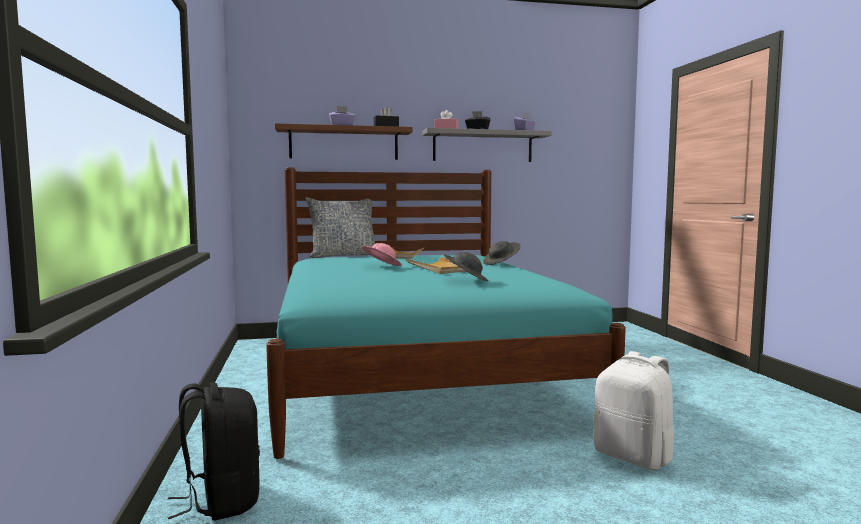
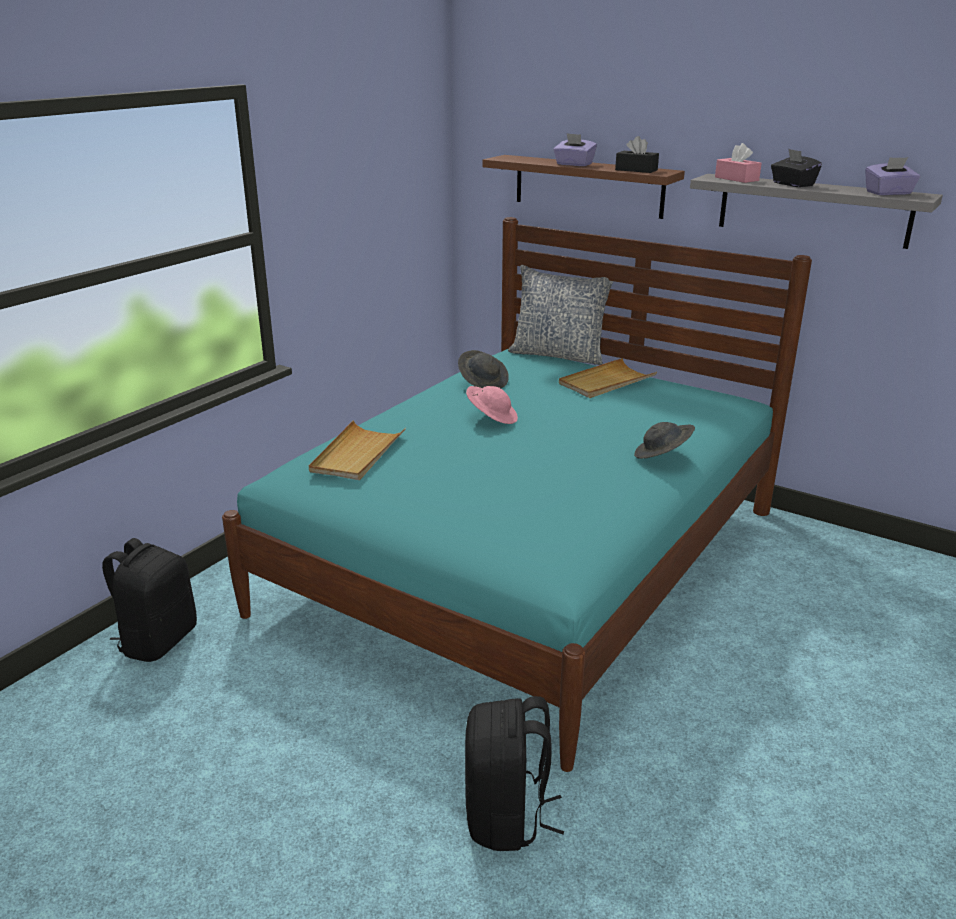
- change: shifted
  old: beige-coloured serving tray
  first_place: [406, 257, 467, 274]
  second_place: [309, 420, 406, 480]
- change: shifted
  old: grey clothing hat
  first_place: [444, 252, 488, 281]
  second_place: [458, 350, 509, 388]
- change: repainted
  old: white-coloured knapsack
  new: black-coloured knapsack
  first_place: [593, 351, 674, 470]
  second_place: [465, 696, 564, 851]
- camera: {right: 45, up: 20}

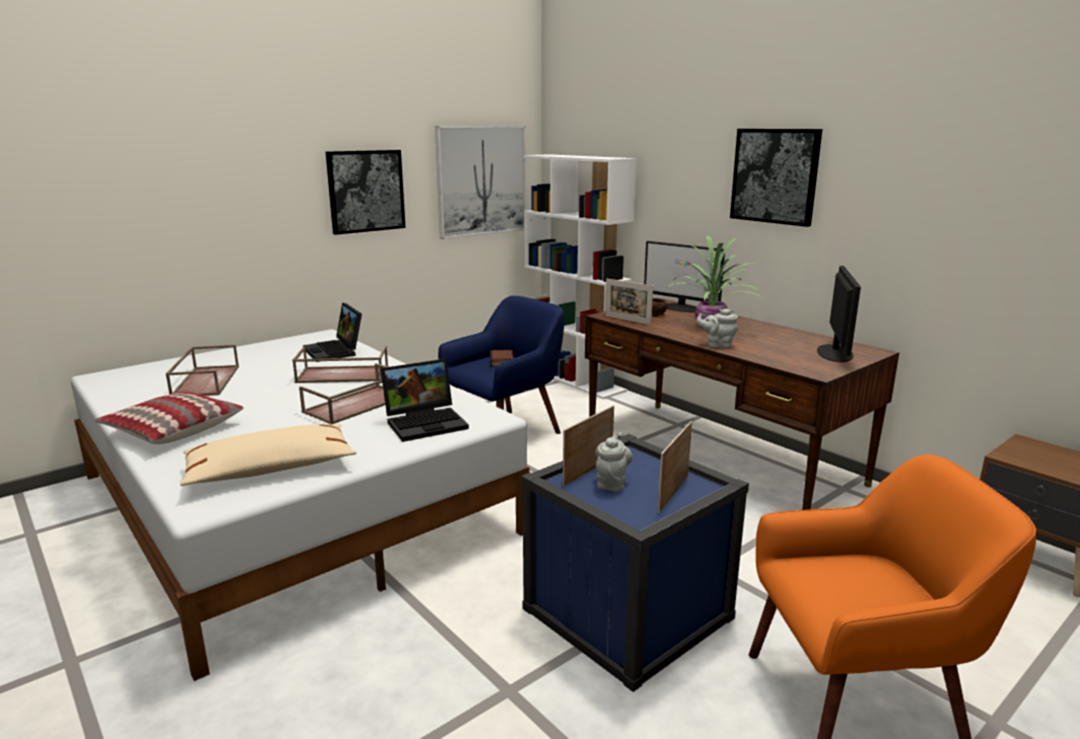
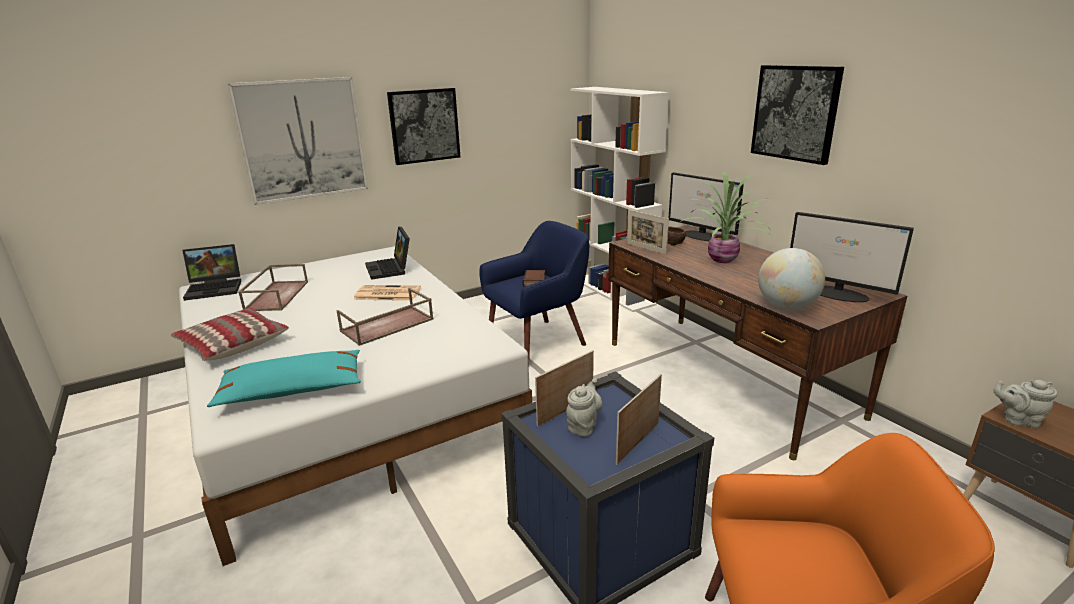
- change: new
  new: desk globe
  second_place: [758, 248, 825, 310]
- change: shifted
  old: laptop
  first_place: [380, 359, 469, 442]
  second_place: [182, 244, 242, 301]
- change: shifted
  old: picture
  first_place: [435, 126, 526, 239]
  second_place: [228, 77, 368, 205]
- change: shifted
  old: grey pot for tea
  first_place: [696, 309, 738, 348]
  second_place: [993, 380, 1057, 428]
- change: swapped
  old: brownish serving tray
  new: newspaper
  first_place: [292, 345, 388, 383]
  second_place: [353, 285, 421, 301]
- change: repainted
  old: beige-coloured throw pillow
  new: turquoise throw pillow
  first_place: [180, 424, 357, 486]
  second_place: [207, 350, 361, 407]
- change: rotated
  old: computer display
  first_place: [817, 266, 861, 362]
  second_place: [790, 212, 914, 302]
  degrees: 105
- camera: {right: 10, up: 5}

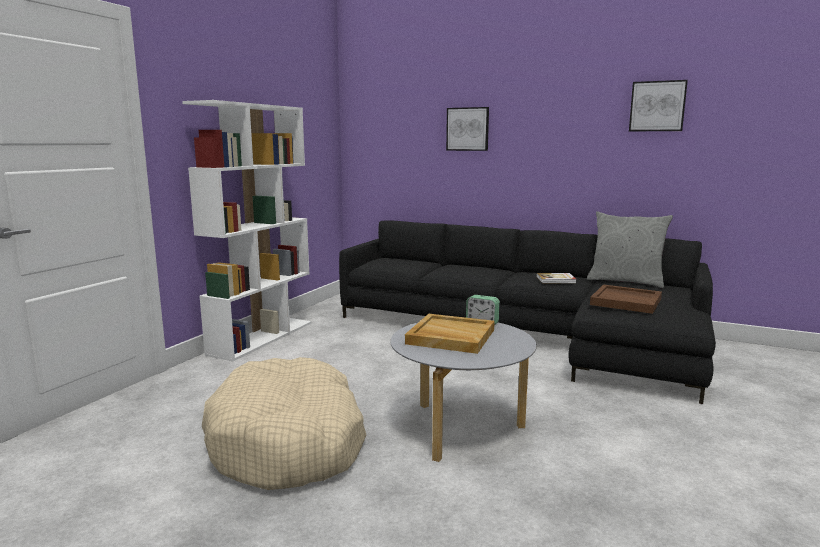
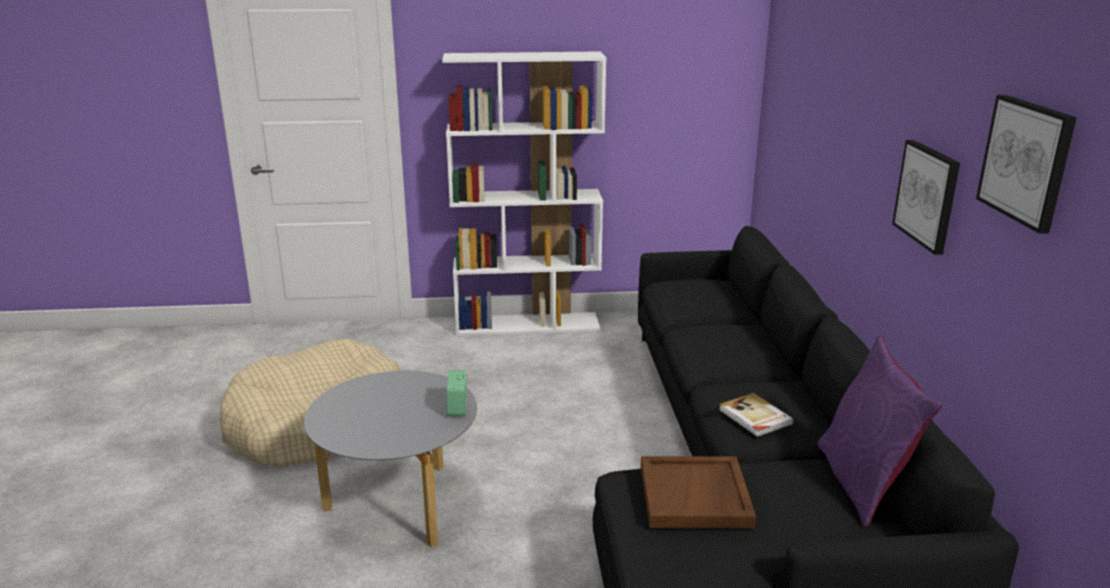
- change: gone
  old: beige-coloured serving tray
  first_place: [405, 314, 495, 354]
- change: shifted
  old: picture
  first_place: [446, 107, 489, 151]
  second_place: [892, 140, 960, 255]
- change: repainted
  old: grey throw pillow
  new: purple throw pillow
  first_place: [587, 211, 673, 288]
  second_place: [817, 335, 942, 527]
- camera: {right: 60, up: 10}

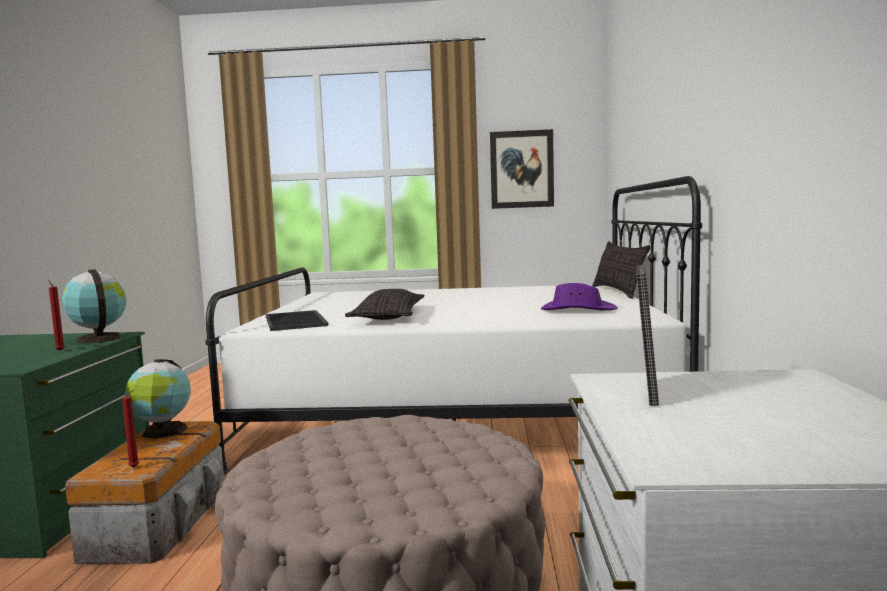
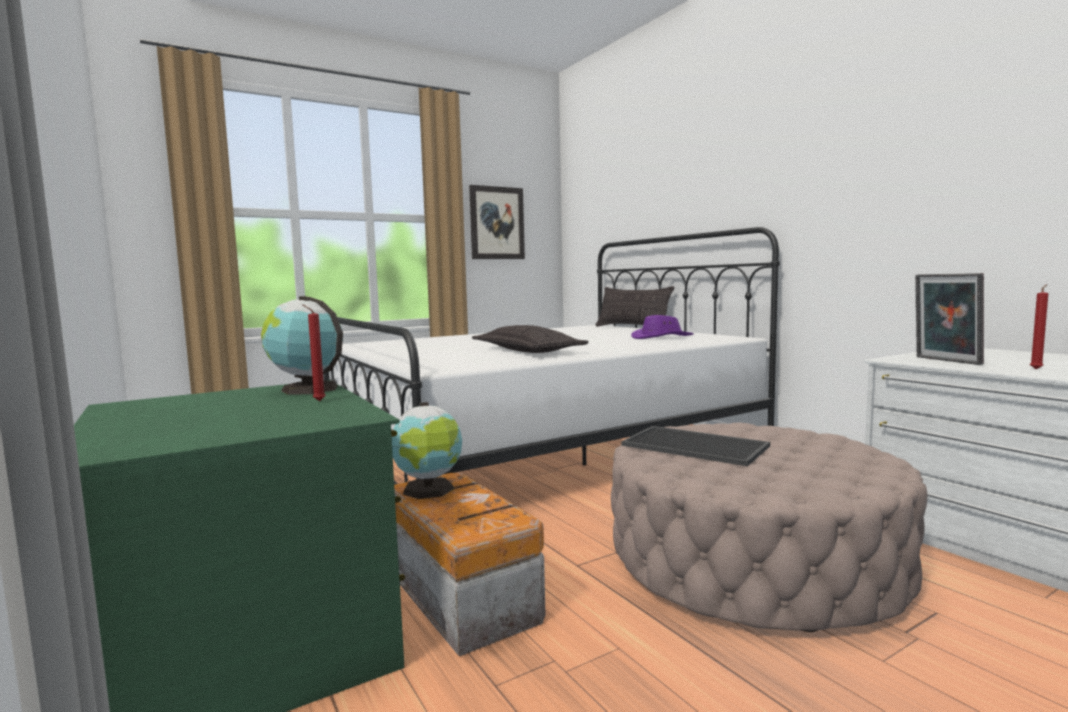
- change: shifted
  old: red candle
  first_place: [122, 390, 139, 467]
  second_place: [1030, 284, 1048, 369]
- change: shifted
  old: serving tray
  first_place: [266, 310, 328, 331]
  second_place: [621, 426, 770, 466]
- camera: {right: -35, up: 0}

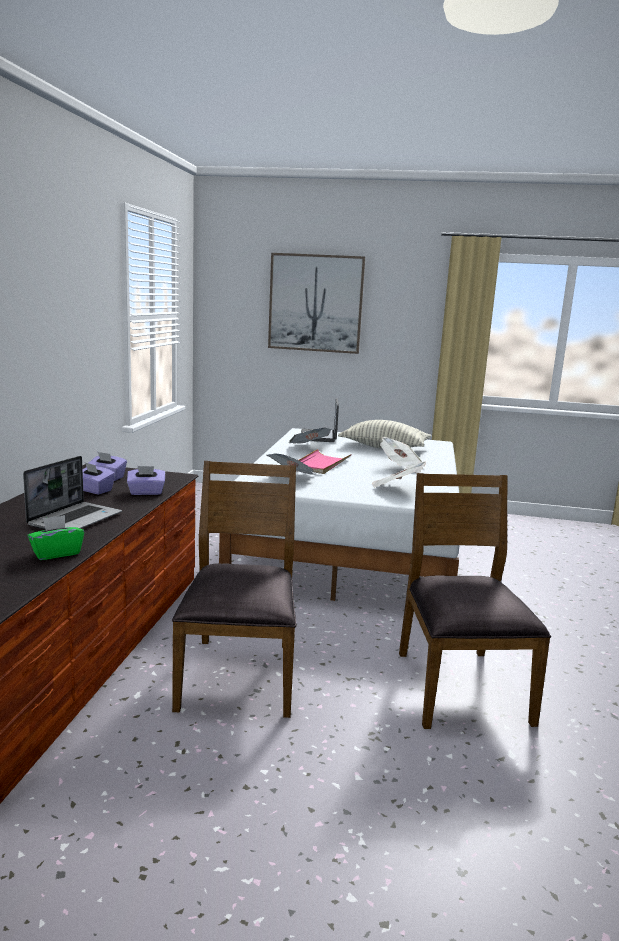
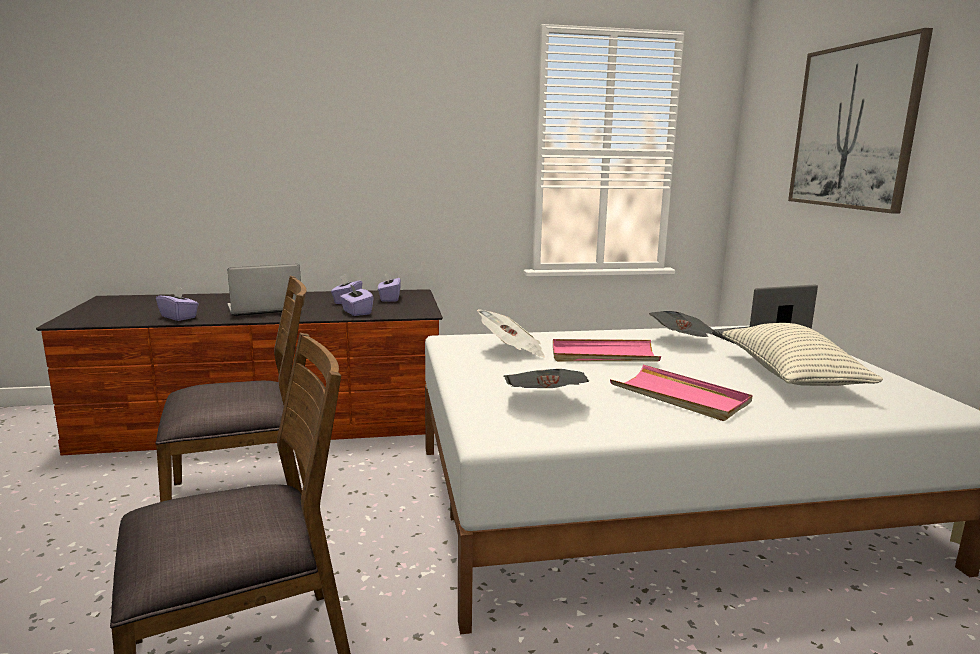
- change: swapped
  old: newspaper
  new: pinkish serving tray
  first_place: [380, 437, 425, 473]
  second_place: [610, 364, 753, 421]
- change: repainted
  old: greenish box of tissues
  new: purple box of tissues
  first_place: [28, 515, 84, 560]
  second_place: [156, 286, 199, 321]
- change: rotated
  old: laptop
  first_place: [23, 456, 122, 530]
  second_place: [227, 264, 301, 316]
  degrees: 150
- camera: {right: 70, up: 0}

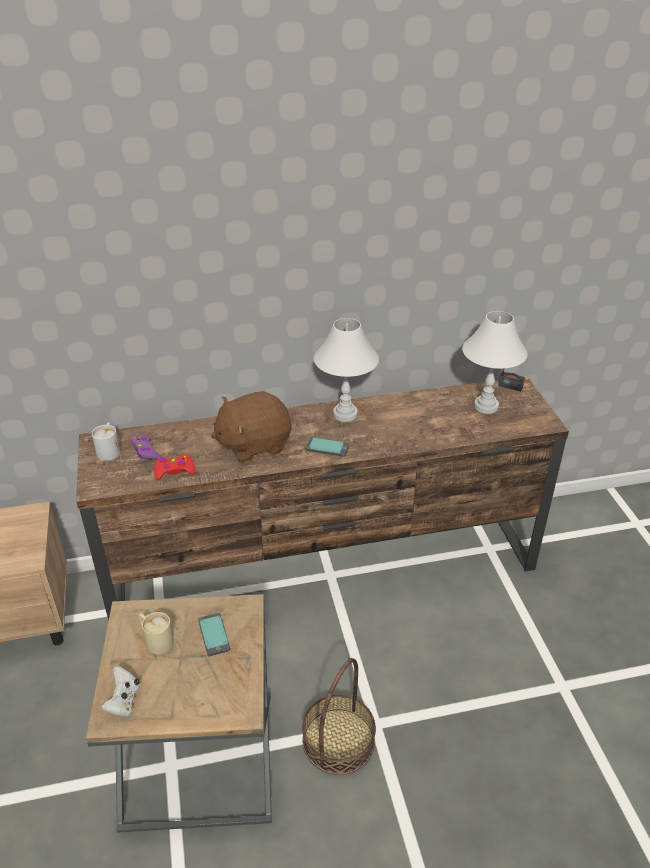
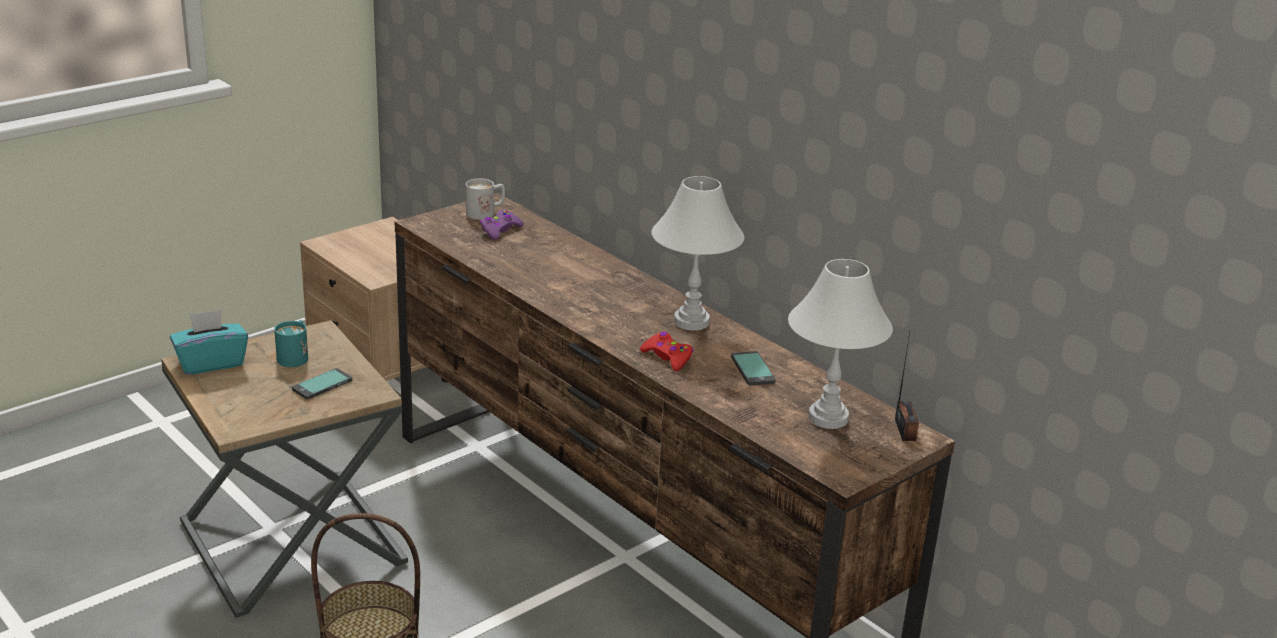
- change: gone
  old: brownish plush toy
  first_place: [211, 391, 291, 463]
- change: shifted
  old: red game controller
  first_place: [154, 454, 195, 480]
  second_place: [640, 332, 693, 371]
- change: shifted
  old: phone
  first_place: [305, 437, 349, 457]
  second_place: [731, 351, 776, 386]
- change: swapped
  old: white-coloured game controller
  new: turquoise box of tissues
  first_place: [101, 666, 140, 717]
  second_place: [170, 310, 248, 375]
- change: repainted
  old: beige-coloured mug
  new: turquoise mug
  first_place: [139, 612, 174, 654]
  second_place: [274, 320, 308, 367]
- camera: {right: 60, up: -10}

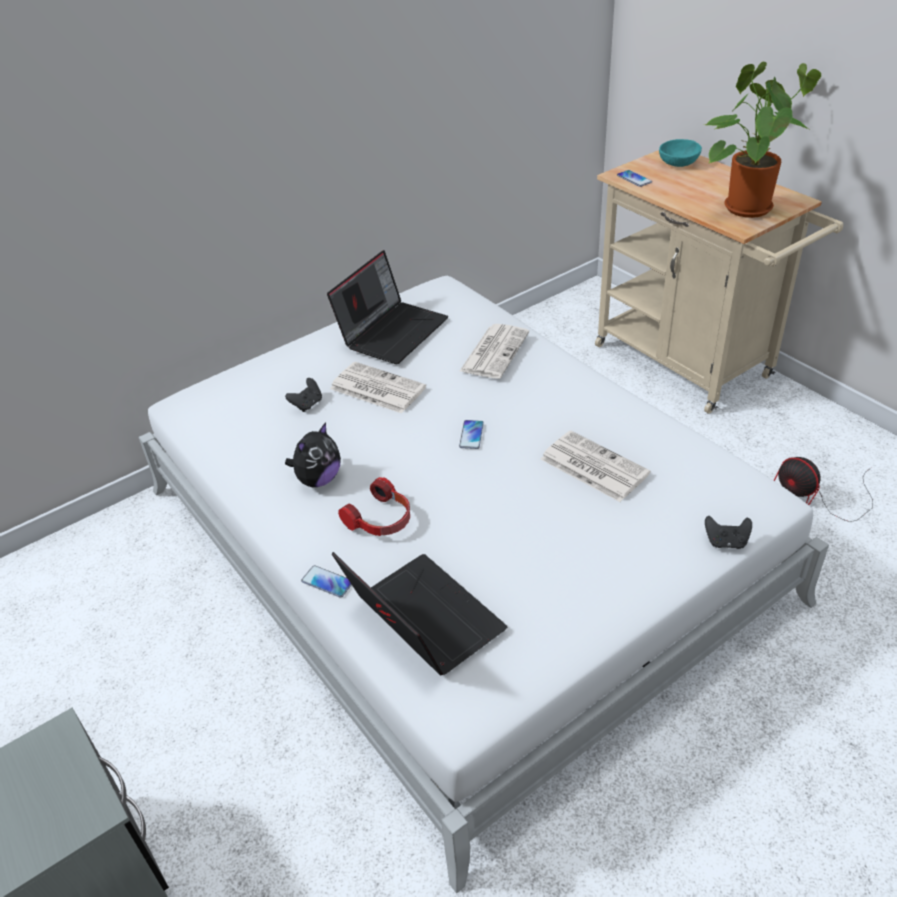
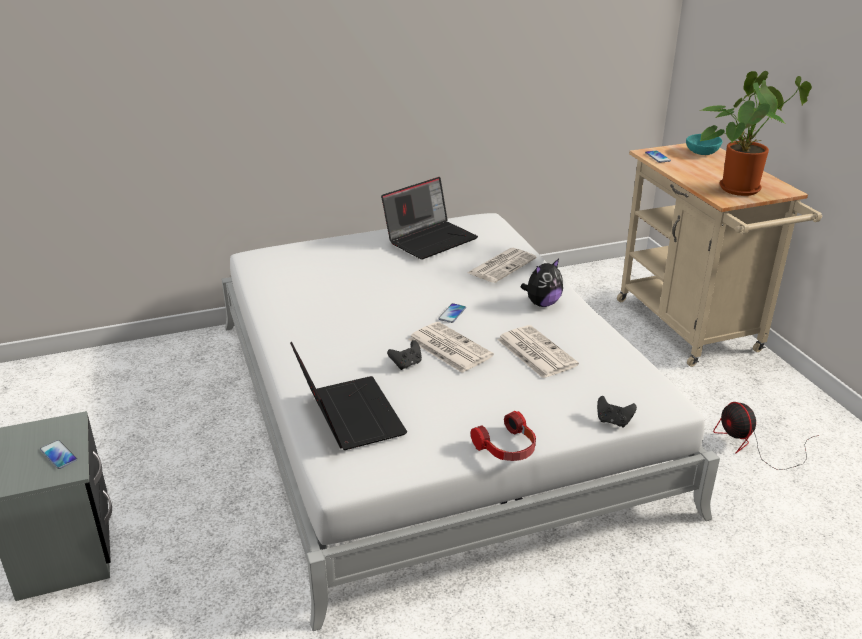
- change: shifted
  old: black-coloured game controller
  first_place: [285, 378, 322, 412]
  second_place: [387, 340, 422, 370]
- change: shifted
  old: plush toy
  first_place: [285, 422, 341, 487]
  second_place: [520, 259, 563, 307]
- change: shifted
  old: phone
  first_place: [301, 565, 352, 598]
  second_place: [40, 440, 77, 469]
- change: shifted
  old: newspaper
  first_place: [330, 362, 426, 413]
  second_place: [408, 322, 494, 373]
- change: shifted
  old: headset
  first_place: [338, 477, 410, 536]
  second_place: [470, 411, 536, 461]
- camera: {right: 15, up: -10}

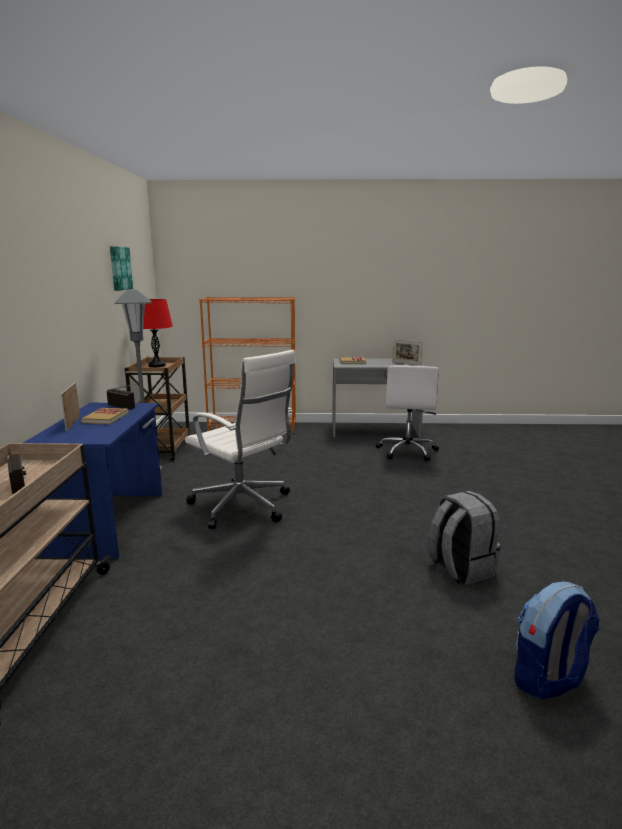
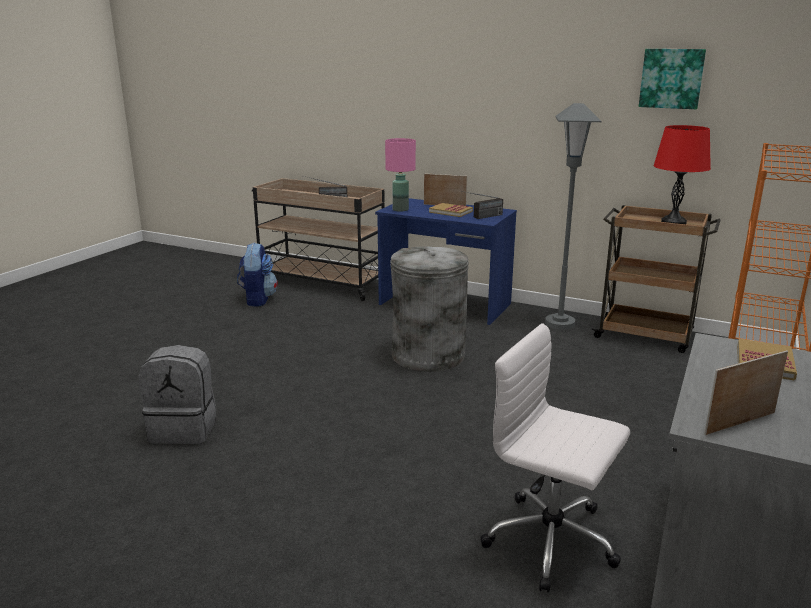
- change: new
  new: pinkish tabletop lamp
  second_place: [385, 138, 416, 212]
- change: shifted
  old: knapsack
  first_place: [515, 582, 599, 700]
  second_place: [237, 243, 278, 307]
- change: swapped
  old: white-coloured office chair
  new: grey trash can
  first_place: [185, 350, 296, 529]
  second_place: [390, 246, 469, 372]
- camera: {right: 115, up: 5}

